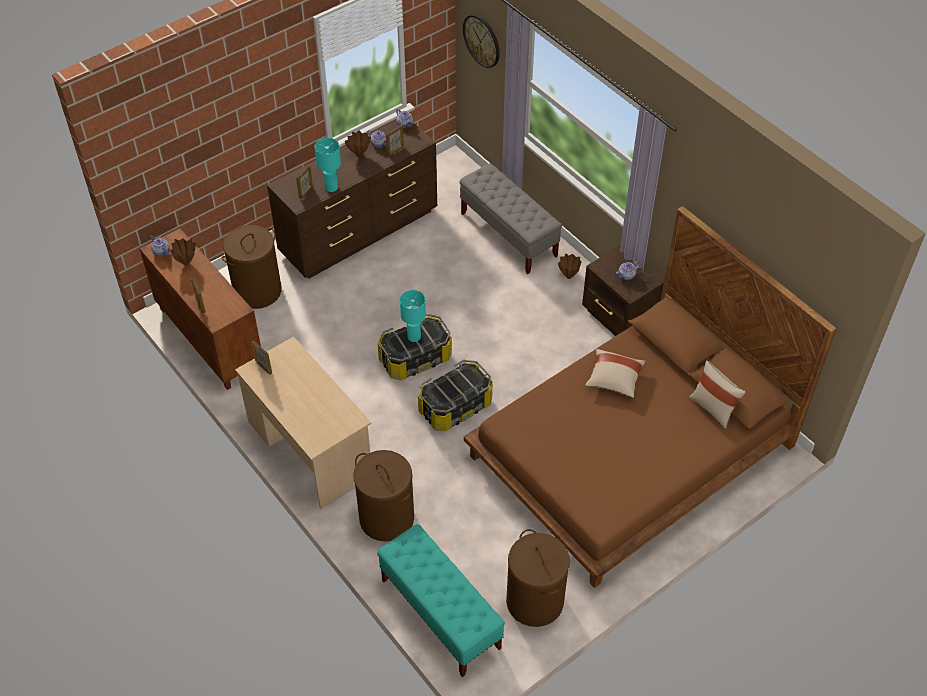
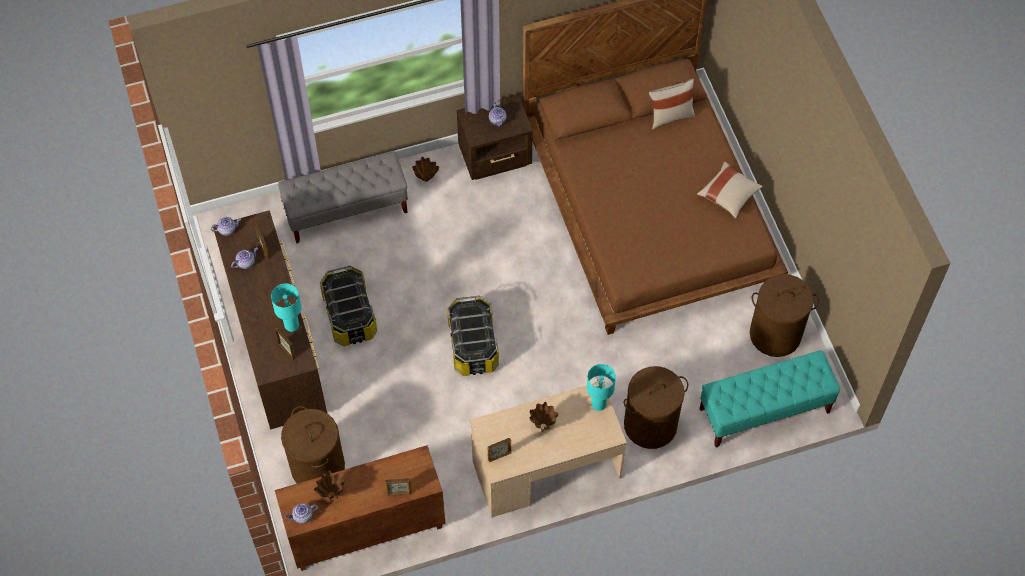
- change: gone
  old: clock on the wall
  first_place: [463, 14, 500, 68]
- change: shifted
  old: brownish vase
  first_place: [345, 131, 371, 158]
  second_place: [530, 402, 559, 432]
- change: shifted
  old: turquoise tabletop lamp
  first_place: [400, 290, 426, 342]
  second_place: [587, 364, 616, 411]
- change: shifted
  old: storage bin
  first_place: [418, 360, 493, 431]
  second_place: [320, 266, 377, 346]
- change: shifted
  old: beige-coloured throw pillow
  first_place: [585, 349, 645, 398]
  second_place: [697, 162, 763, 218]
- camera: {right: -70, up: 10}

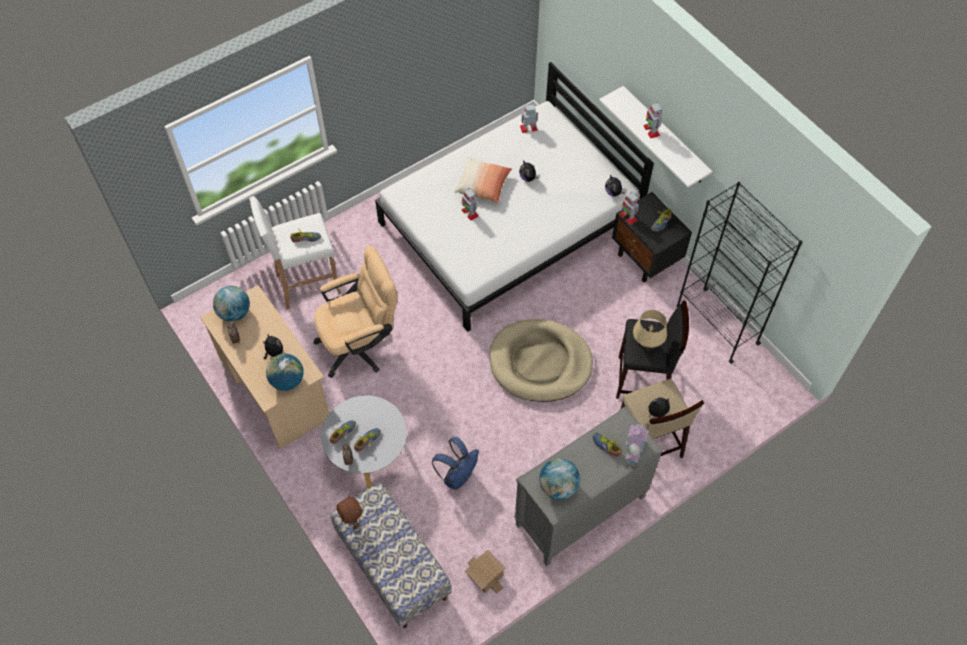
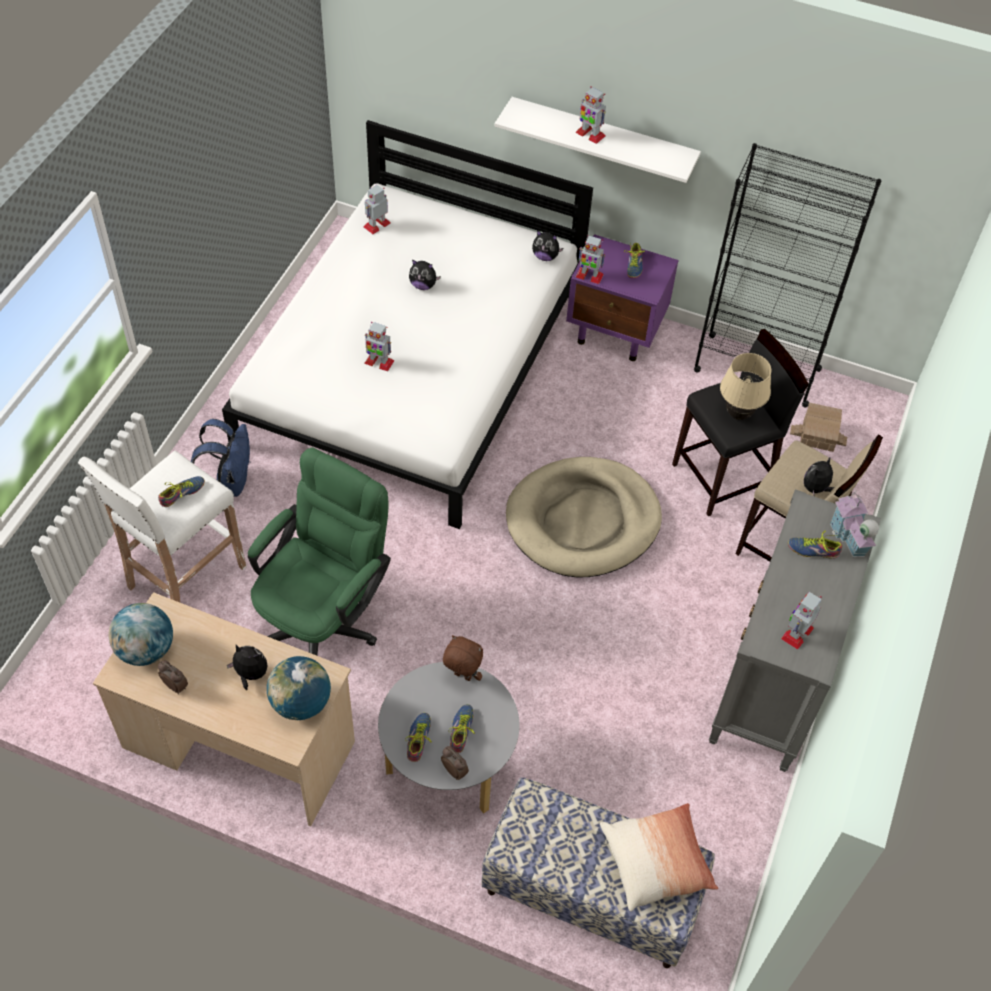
- change: shifted
  old: brownish plush toy
  first_place: [336, 495, 362, 529]
  second_place: [443, 635, 483, 681]
- change: shifted
  old: blue knapsack
  first_place: [432, 437, 479, 490]
  second_place: [191, 419, 251, 497]
- change: shifted
  old: throw pillow
  first_place: [454, 157, 512, 203]
  second_place: [600, 803, 718, 912]
- change: shifted
  old: model house
  first_place: [465, 550, 506, 594]
  second_place: [790, 403, 847, 452]
- change: swapped
  old: desk globe
  new: toy robot
  first_place: [539, 458, 580, 500]
  second_place: [781, 592, 822, 650]
- change: repainted
  old: beige-coloured office chair
  new: greenish office chair
  first_place: [313, 246, 397, 378]
  second_place: [248, 447, 391, 656]
- change: repainted
  old: black-coloured bedside table
  new: purple bedside table
  first_place: [612, 192, 692, 282]
  second_place: [566, 234, 679, 361]
- camera: {right: -35, up: -5}

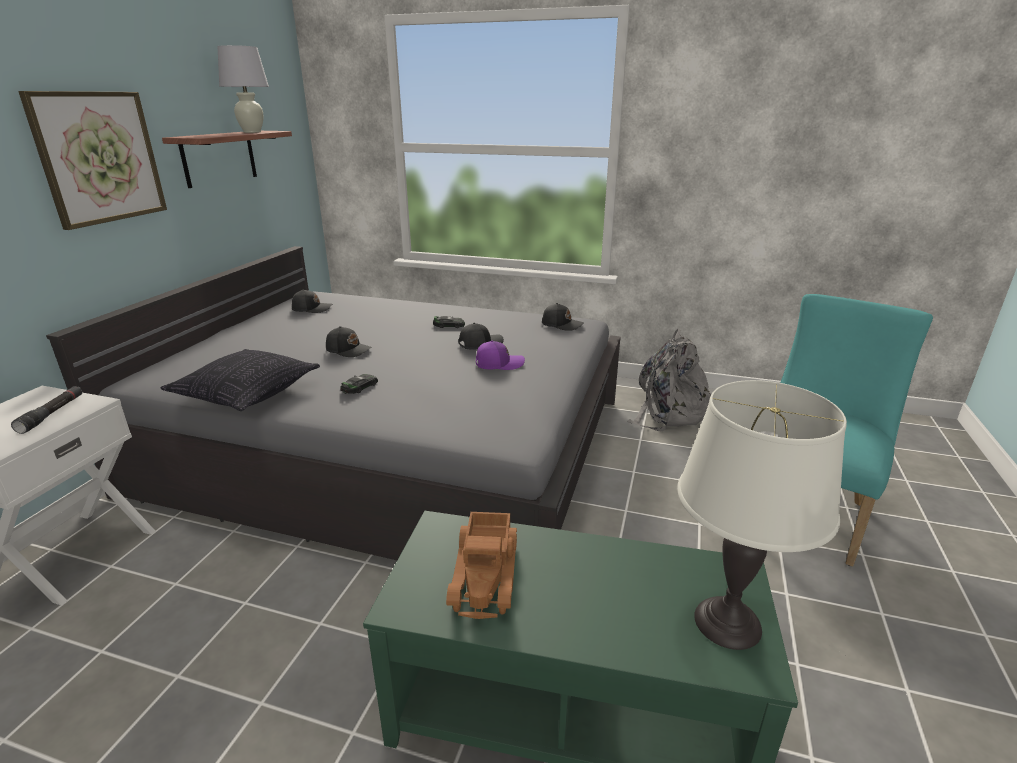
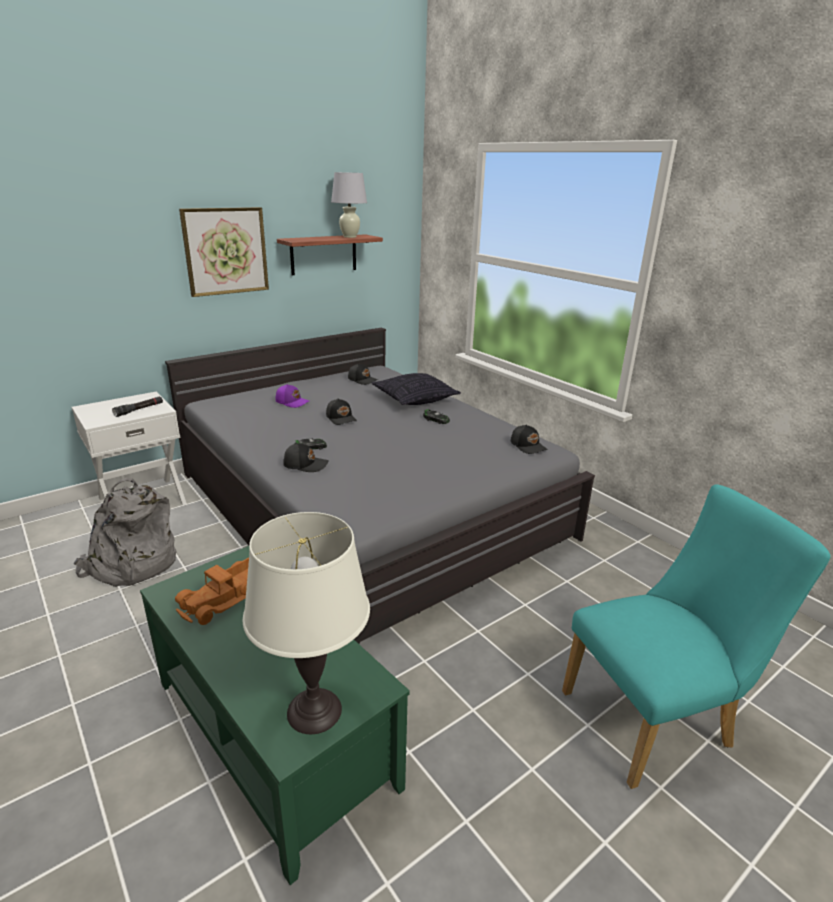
- change: shifted
  old: throw pillow
  first_place: [160, 349, 320, 411]
  second_place: [372, 373, 461, 405]
- change: shifted
  old: black-coloured cap
  first_place: [459, 323, 504, 350]
  second_place: [283, 443, 329, 472]
- change: shifted
  old: purple cap
  first_place: [476, 340, 525, 370]
  second_place: [276, 384, 309, 408]
- change: shifted
  old: grey knapsack
  first_place: [628, 329, 711, 431]
  second_place: [74, 477, 177, 587]
- camera: {right: 35, up: 0}

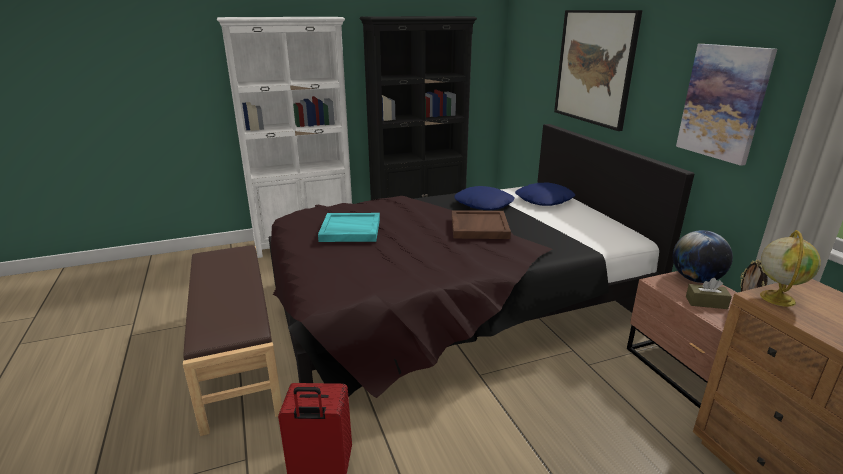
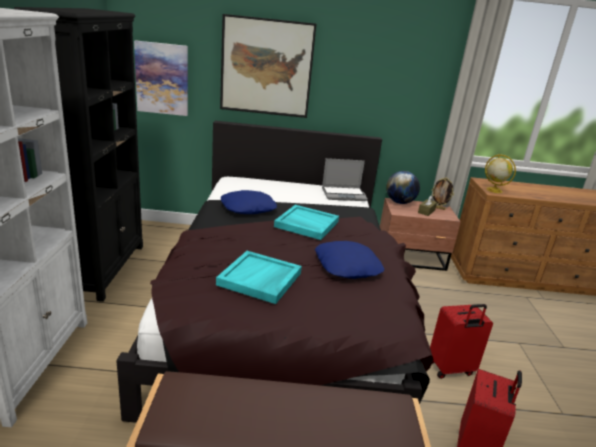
- change: new
  new: laptop
  second_place: [322, 158, 368, 201]
- change: new
  new: red piece of luggage
  second_place: [430, 304, 493, 379]
- change: shifted
  old: blue throw pillow
  first_place: [515, 182, 575, 206]
  second_place: [315, 241, 384, 279]
- change: shifted
  old: picture
  first_place: [676, 44, 777, 166]
  second_place: [134, 40, 188, 116]
- change: repainted
  old: brownish serving tray
  new: turquoise serving tray
  first_place: [452, 210, 511, 239]
  second_place: [274, 205, 339, 240]
- camera: {right: -70, up: 0}

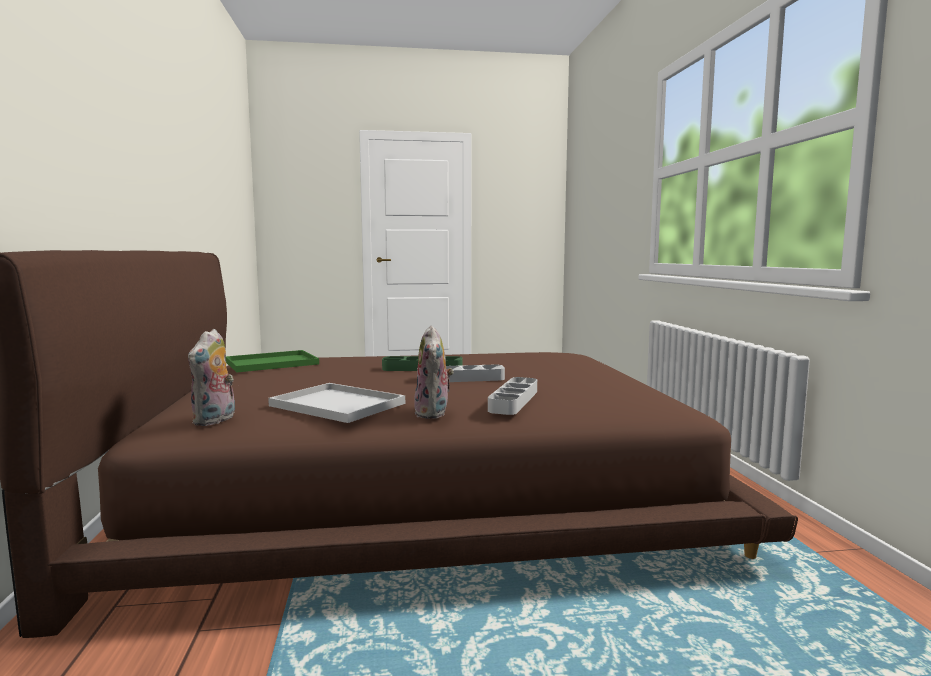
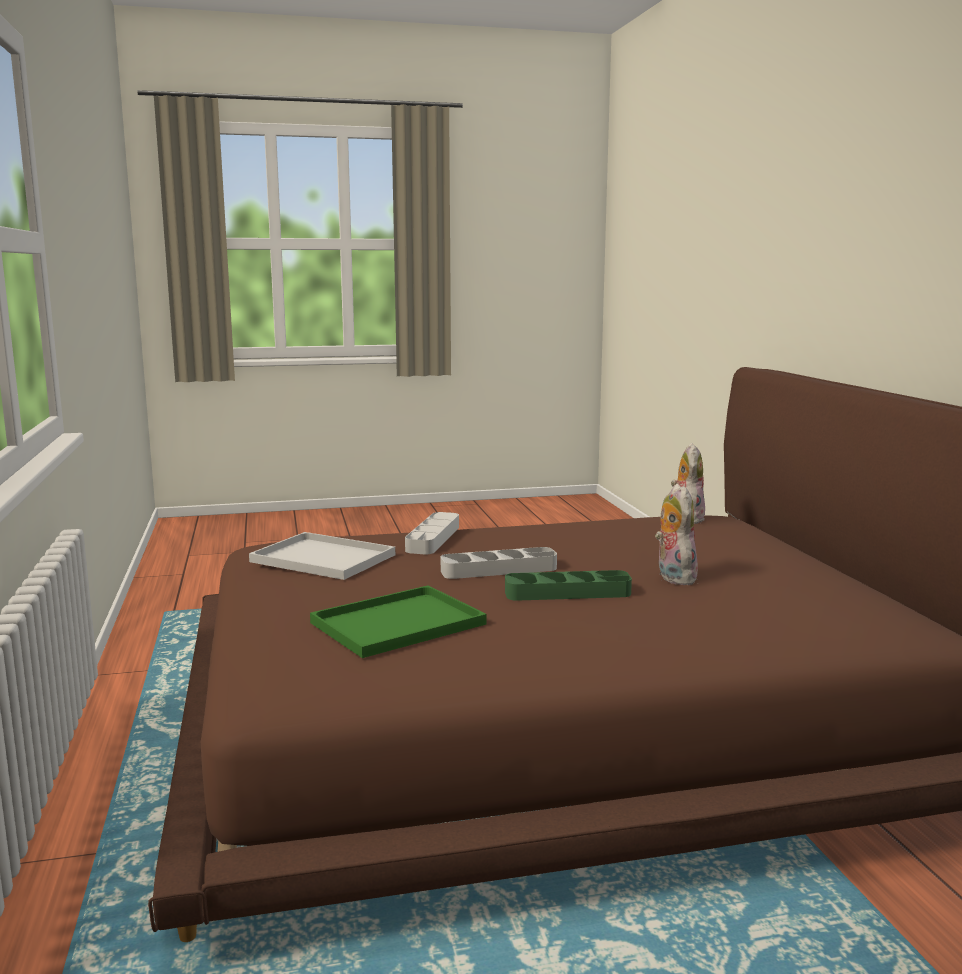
- change: shifted
  old: greenish serving tray
  first_place: [226, 350, 319, 373]
  second_place: [310, 585, 487, 658]
- change: shifted
  old: white-coloured serving tray
  first_place: [268, 383, 405, 423]
  second_place: [249, 532, 395, 580]
- change: shifted
  old: plush toy
  first_place: [414, 326, 454, 419]
  second_place: [655, 484, 698, 585]
- camera: {right: 175, up: 5}

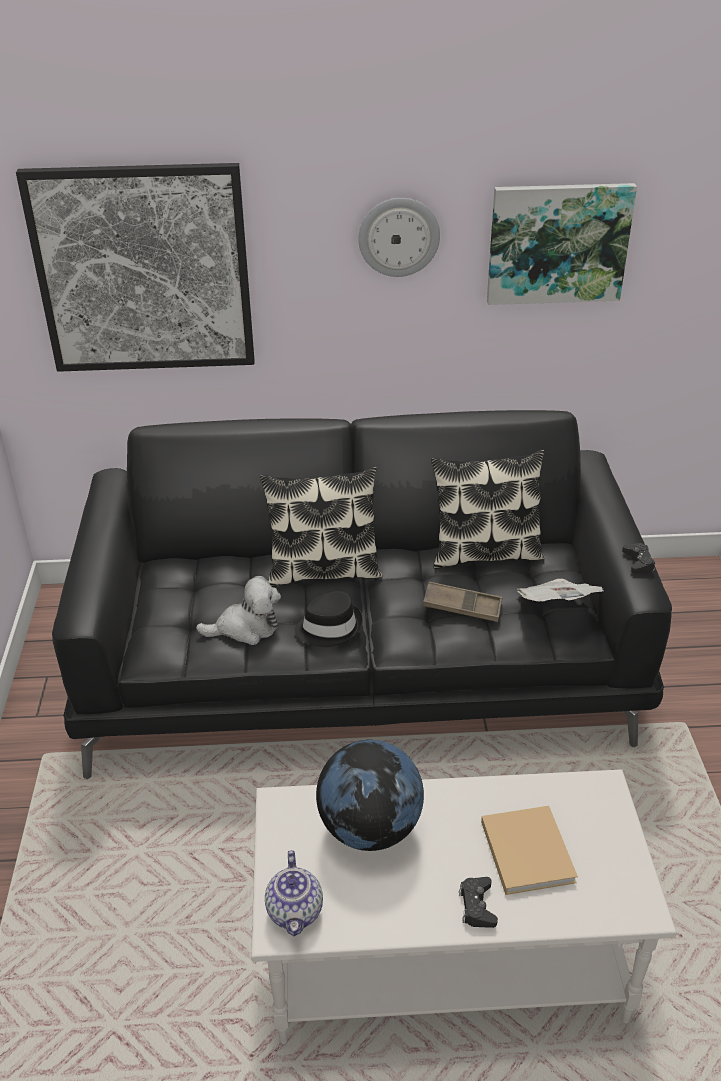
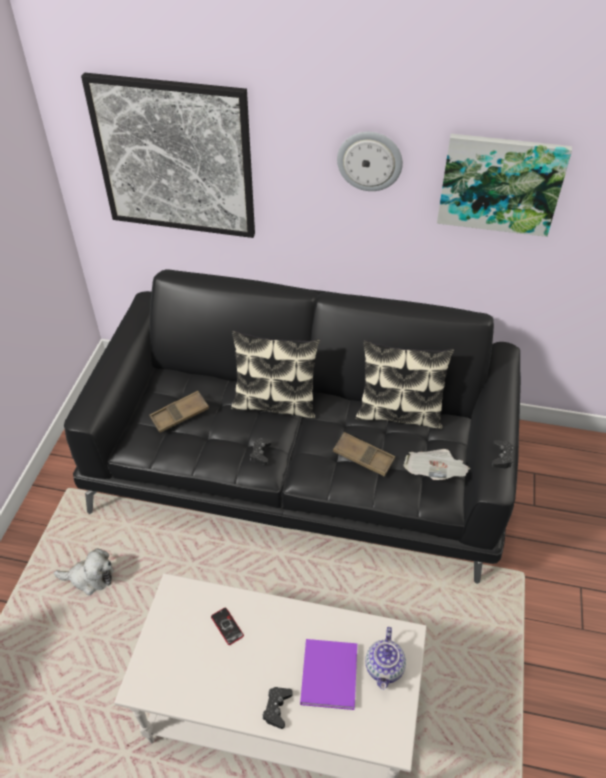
- change: new
  new: brownish serving tray
  second_place: [149, 391, 209, 433]
- change: shifted
  old: plush toy
  first_place: [196, 576, 281, 645]
  second_place: [54, 548, 114, 595]
- change: shifted
  old: pot for tea
  first_place: [265, 850, 323, 936]
  second_place: [365, 627, 406, 690]
- change: swapped
  old: black-coloured clothing hat
  new: black-coloured game controller
  first_place: [295, 591, 362, 647]
  second_place: [250, 438, 272, 465]
- change: swapped
  old: desk globe
  new: phone
  first_place: [316, 740, 424, 851]
  second_place: [211, 607, 244, 645]
- change: repainted
  old: beige-coloured book
  new: purple book
  first_place: [481, 806, 578, 895]
  second_place: [300, 639, 357, 710]
- camera: {right: 15, up: 10}

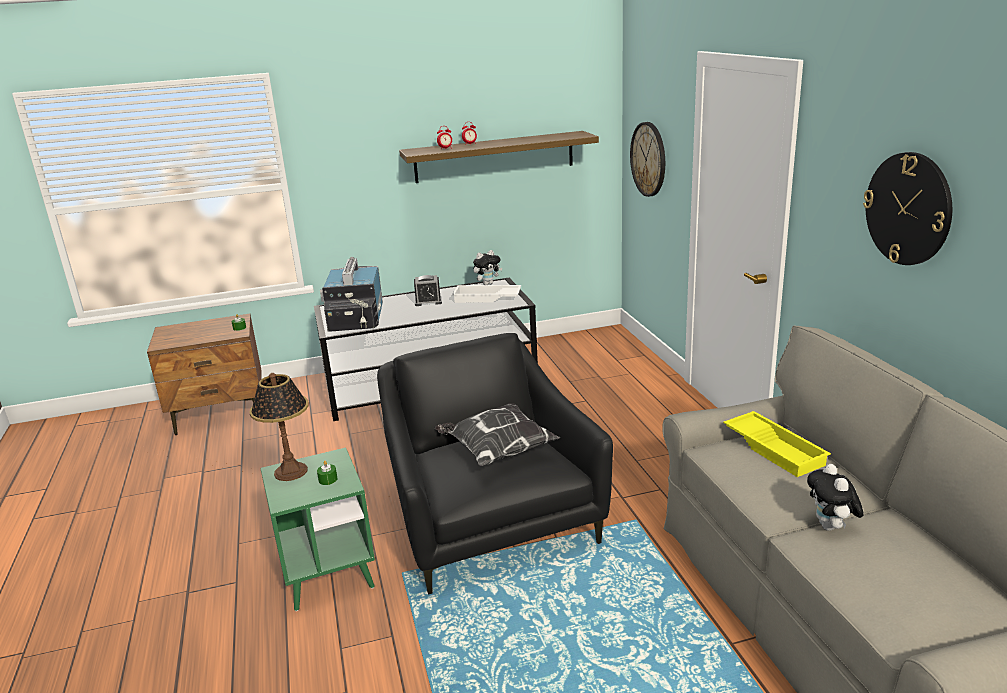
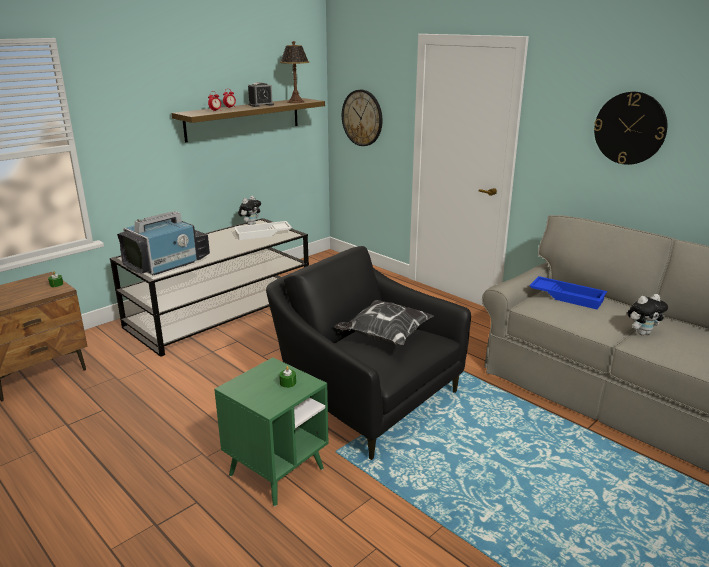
- change: shifted
  old: tabletop lamp
  first_place: [249, 373, 309, 481]
  second_place: [280, 41, 309, 103]
- change: shifted
  old: table clock
  first_place: [414, 275, 442, 306]
  second_place: [248, 82, 274, 107]
- change: repainted
  old: yellow serving tray
  new: blue serving tray
  first_place: [723, 411, 831, 477]
  second_place: [529, 276, 607, 310]
- change: rotated
  old: TV set
  first_place: [320, 257, 383, 332]
  second_place: [117, 211, 210, 275]
  degrees: -105
- change: rotated
  old: plush toy
  first_place: [807, 464, 864, 531]
  second_place: [627, 294, 668, 335]
  degrees: -75
- camera: {right: -30, up: 0}

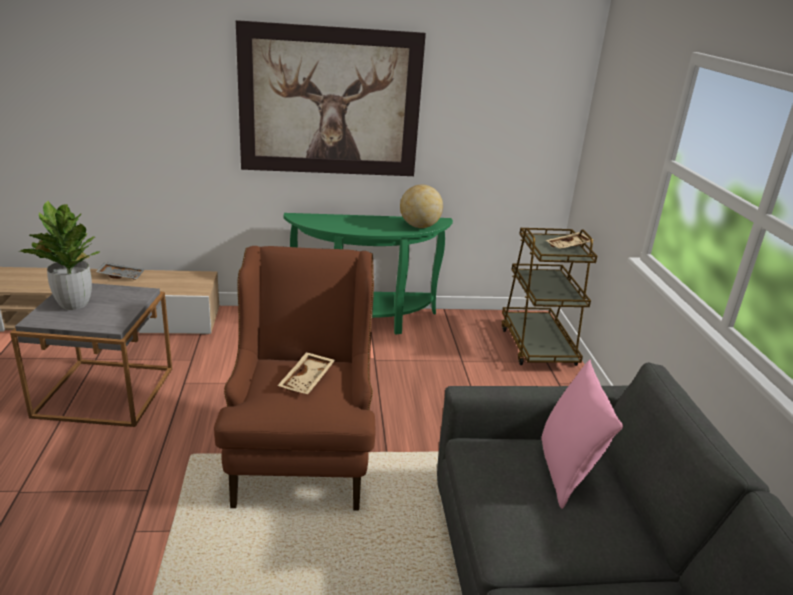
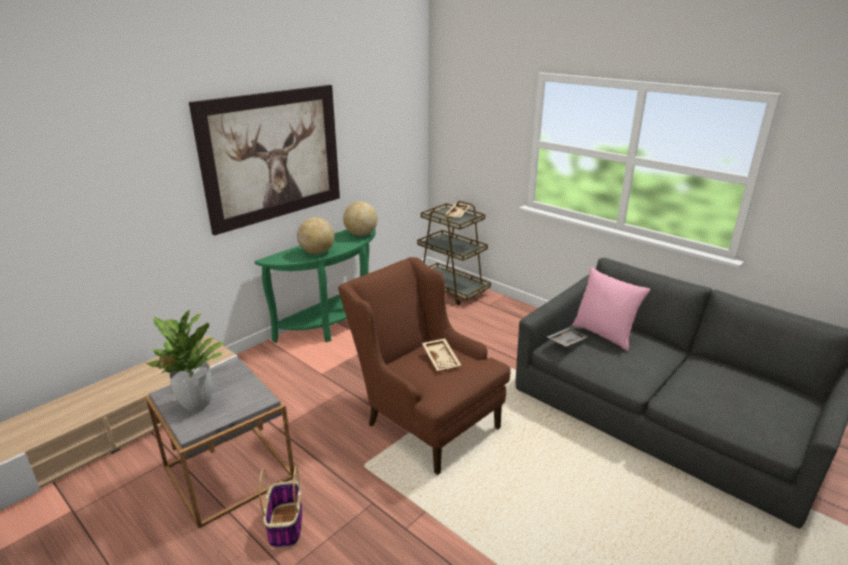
- change: new
  new: household basket
  second_place: [259, 467, 302, 548]
- change: new
  new: desk globe
  second_place: [297, 217, 334, 254]
- change: shifted
  old: grey serving tray
  first_place: [96, 262, 145, 280]
  second_place: [547, 327, 588, 346]
- camera: {right: -40, up: 0}

